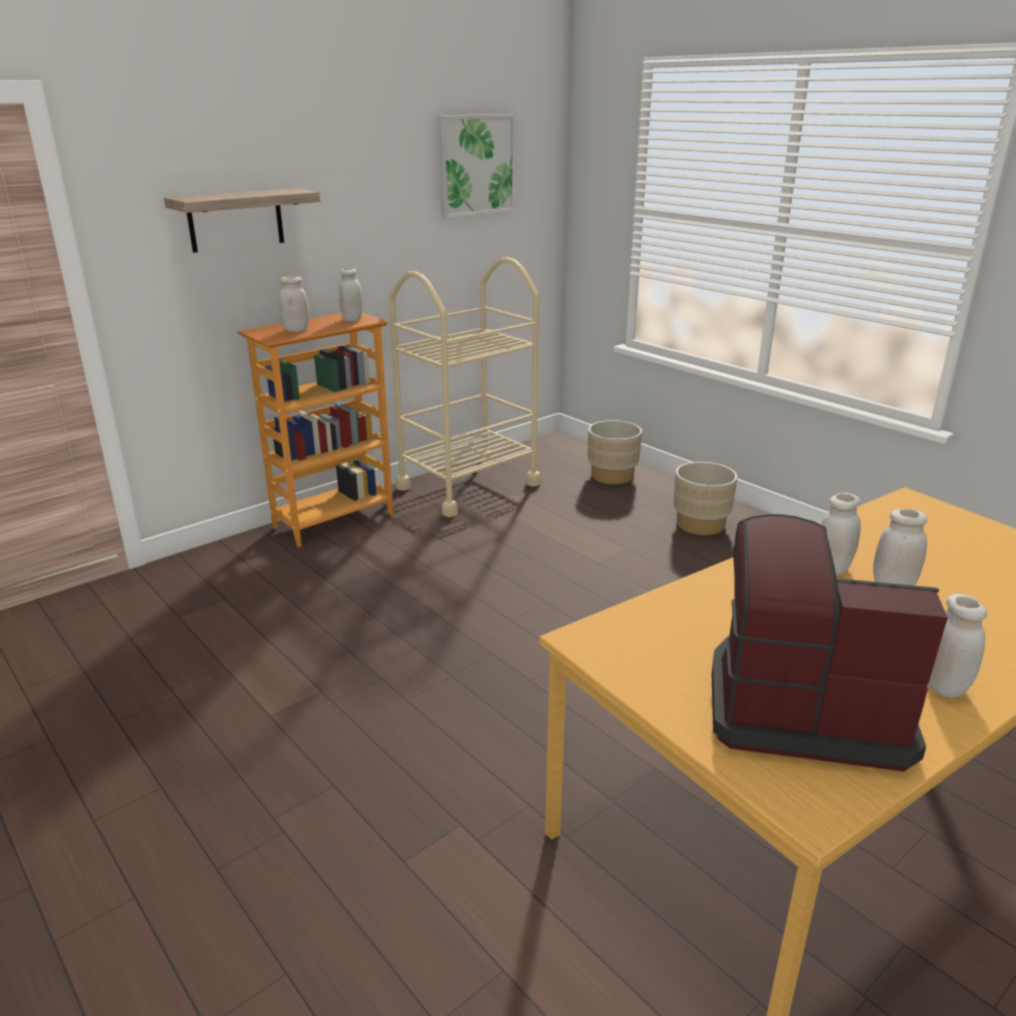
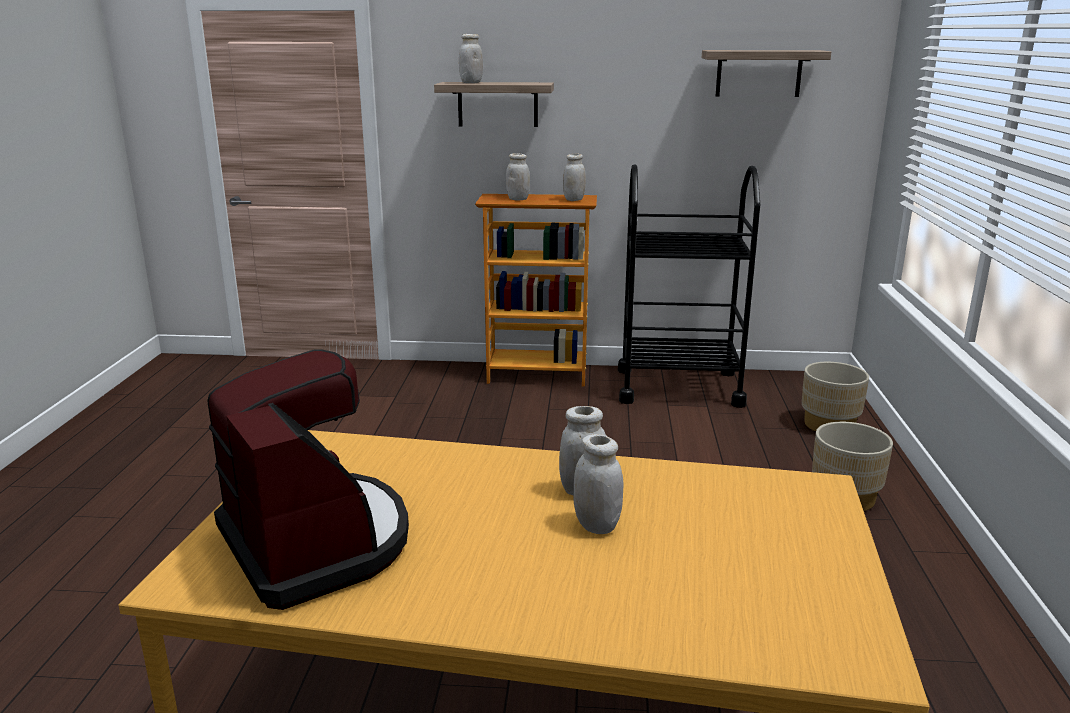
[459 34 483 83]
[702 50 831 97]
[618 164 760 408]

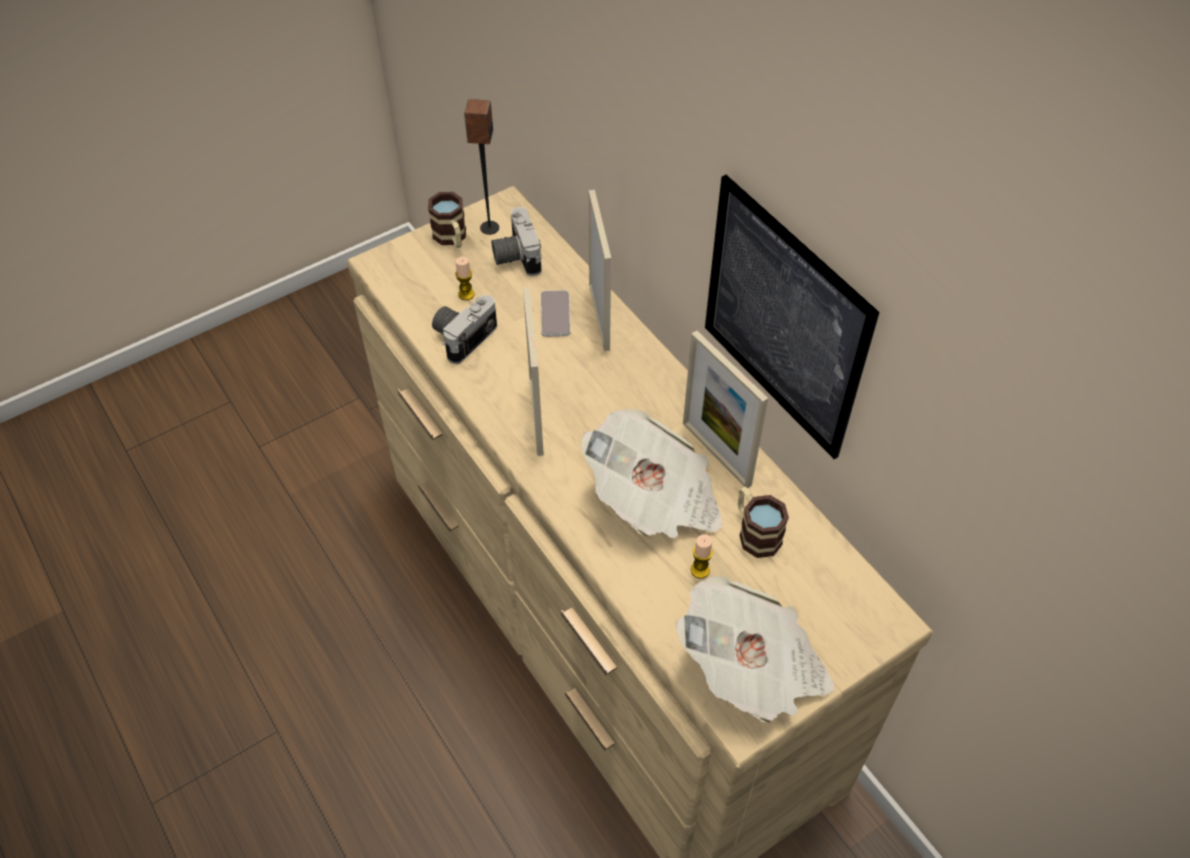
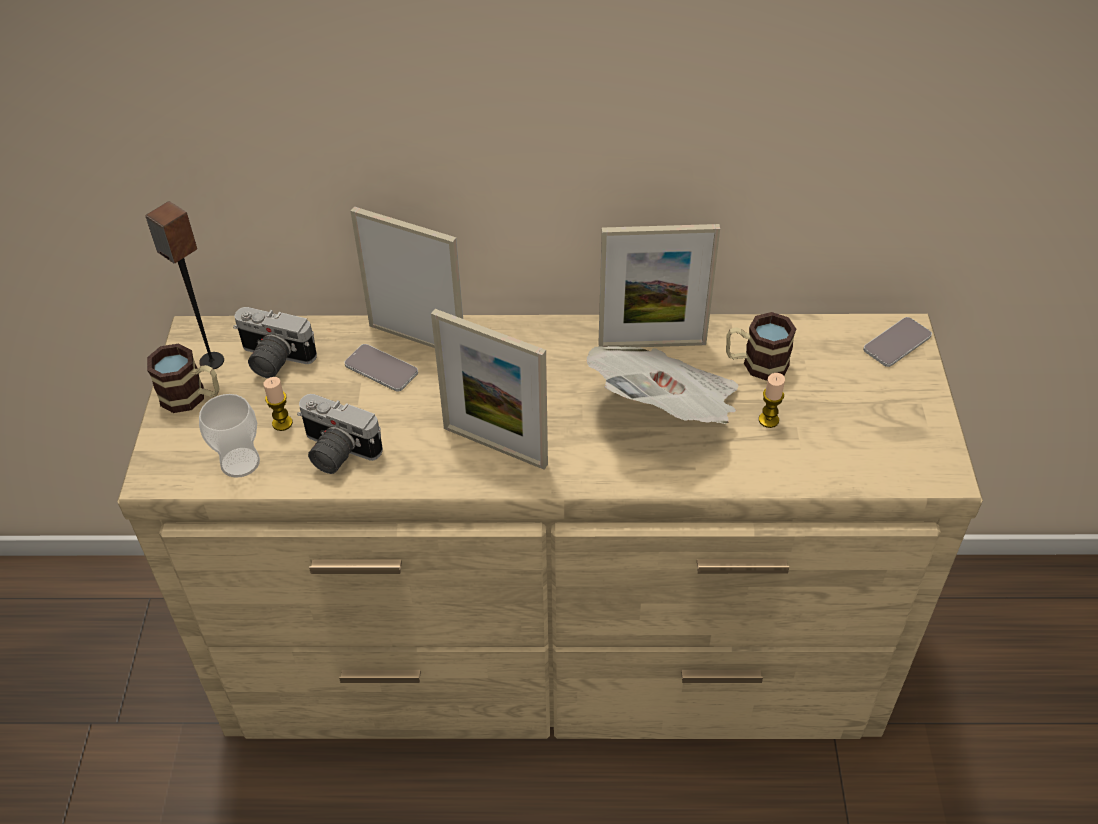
[676 576 834 723] (first image)
[705 175 879 459] (first image)
[199 394 260 478]
[863 317 932 367]
[297 394 383 474]

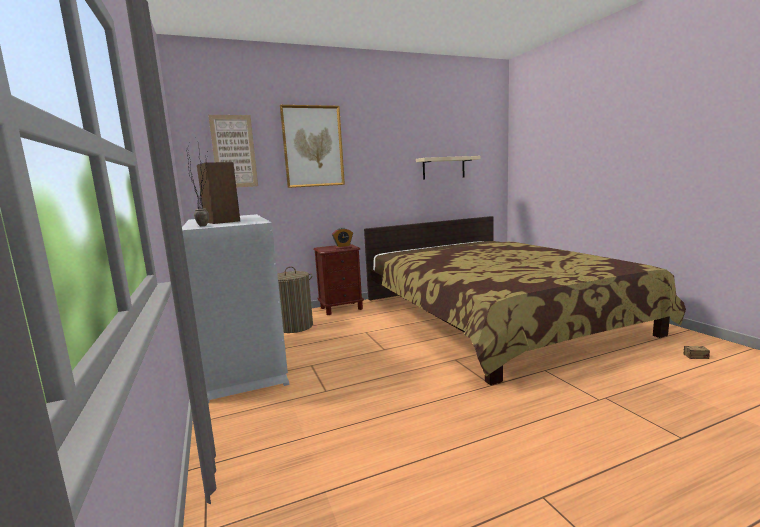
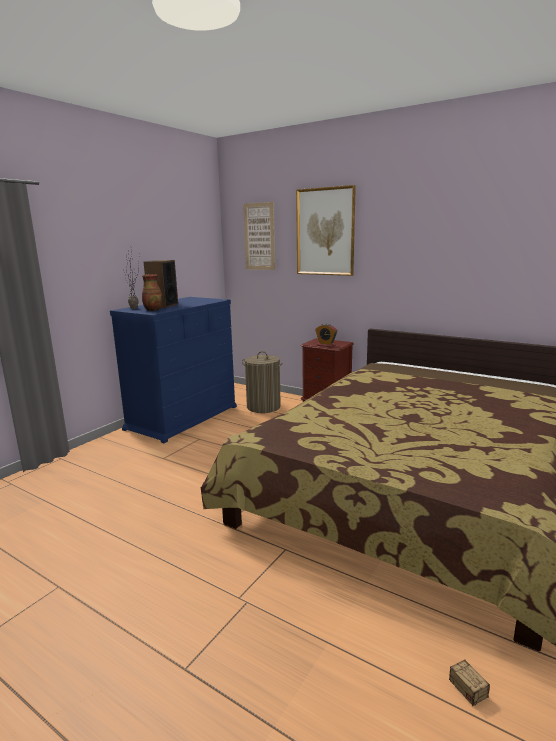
[416 156 480 180] (first image)
[142 274 163 311]
[110 297 237 443]

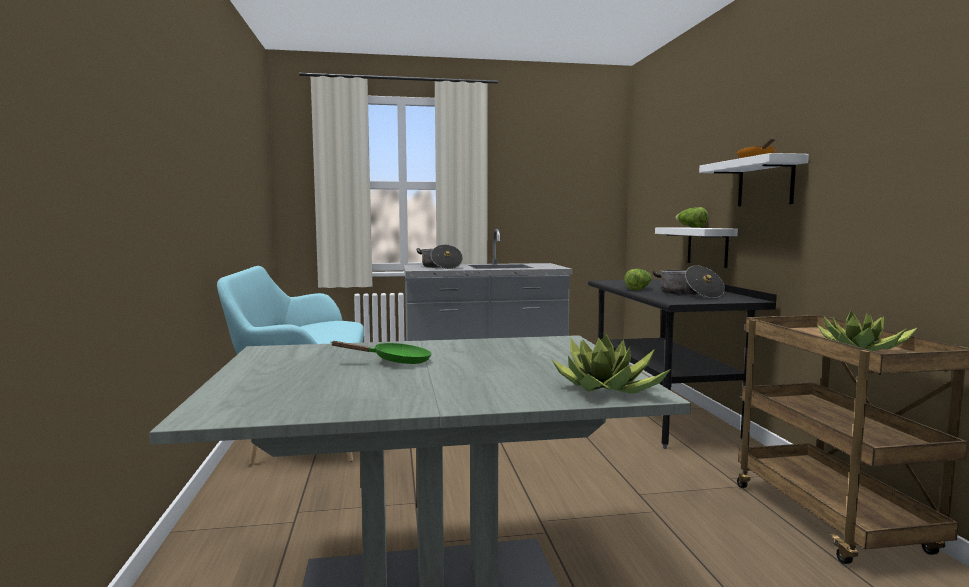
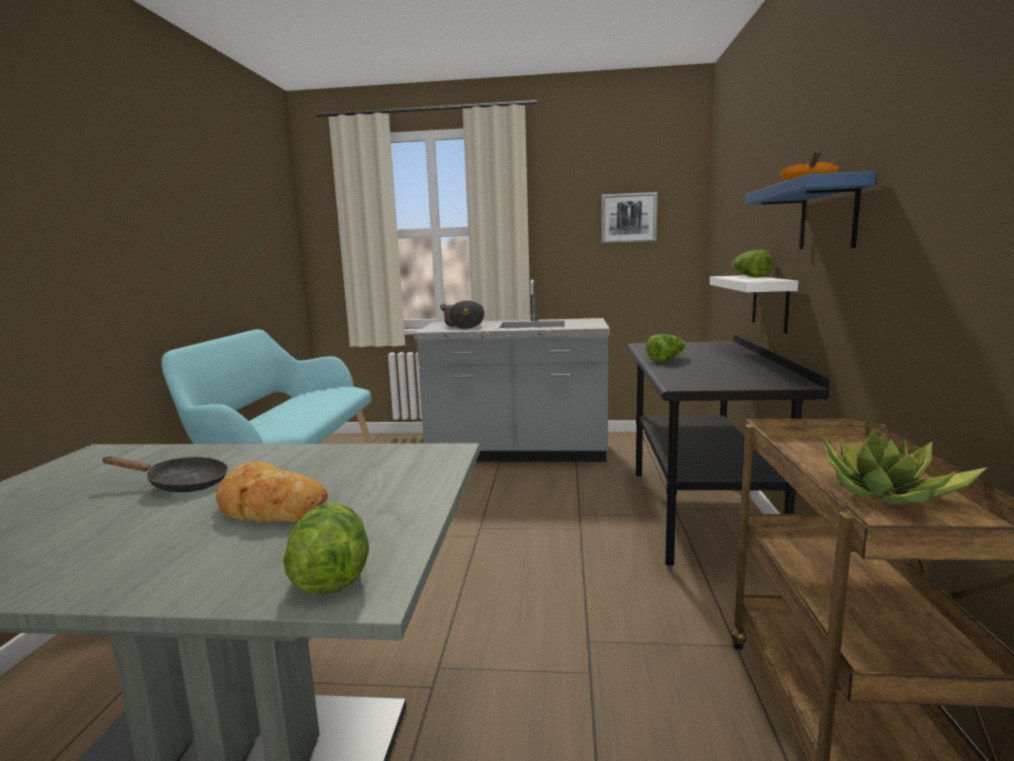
[652 265 725 298] (first image)
[216 462 328 523]
[601 192 658 243]
[283 503 369 595]
[103 456 228 492]
[745 171 876 249]

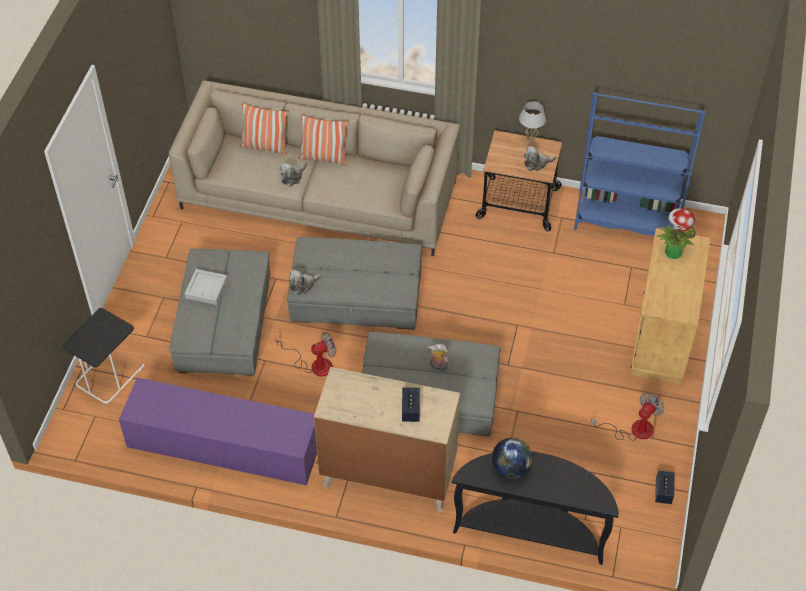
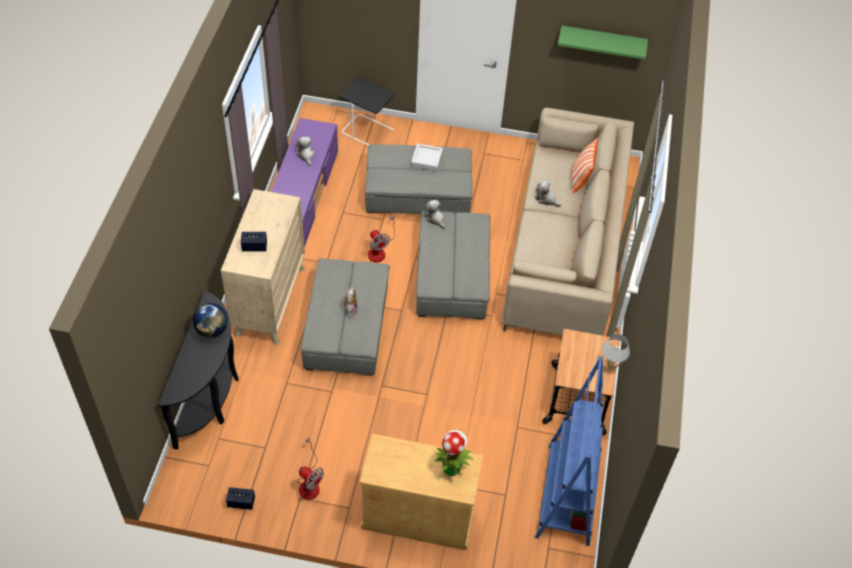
[299 114 348 165] (first image)
[558 26 648 60]
[295 137 315 166]

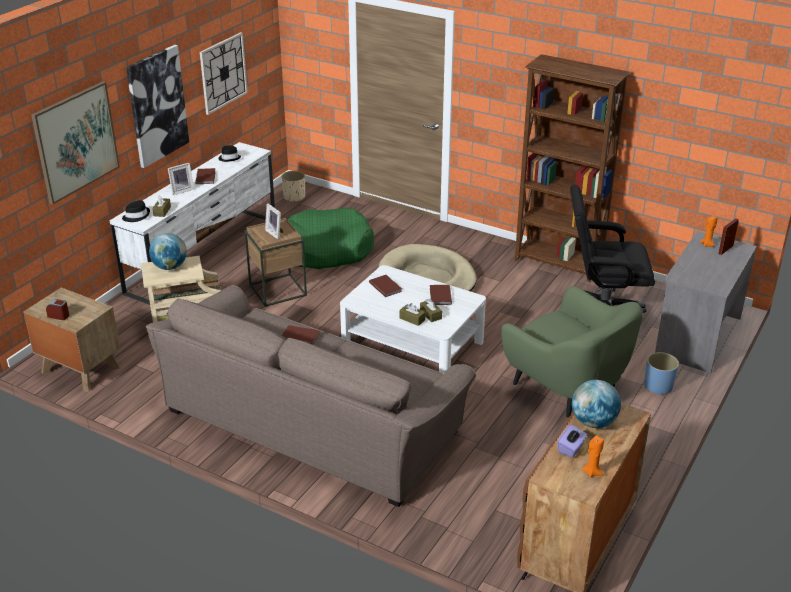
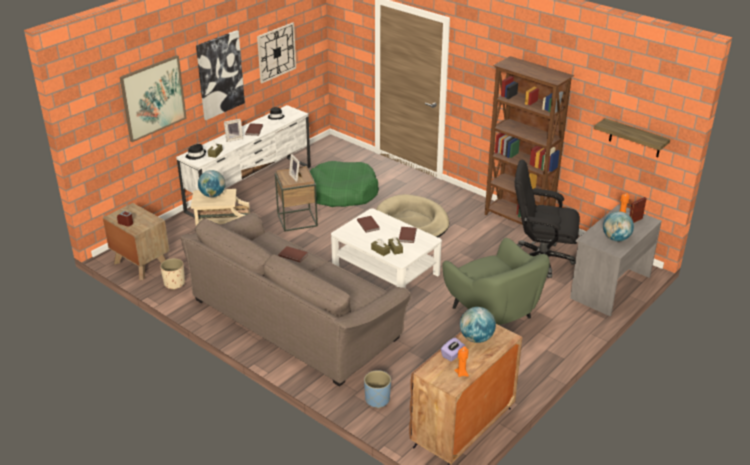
[594 118 670 157]
[603 211 634 241]
[160 258 185 290]
[364 370 391 408]

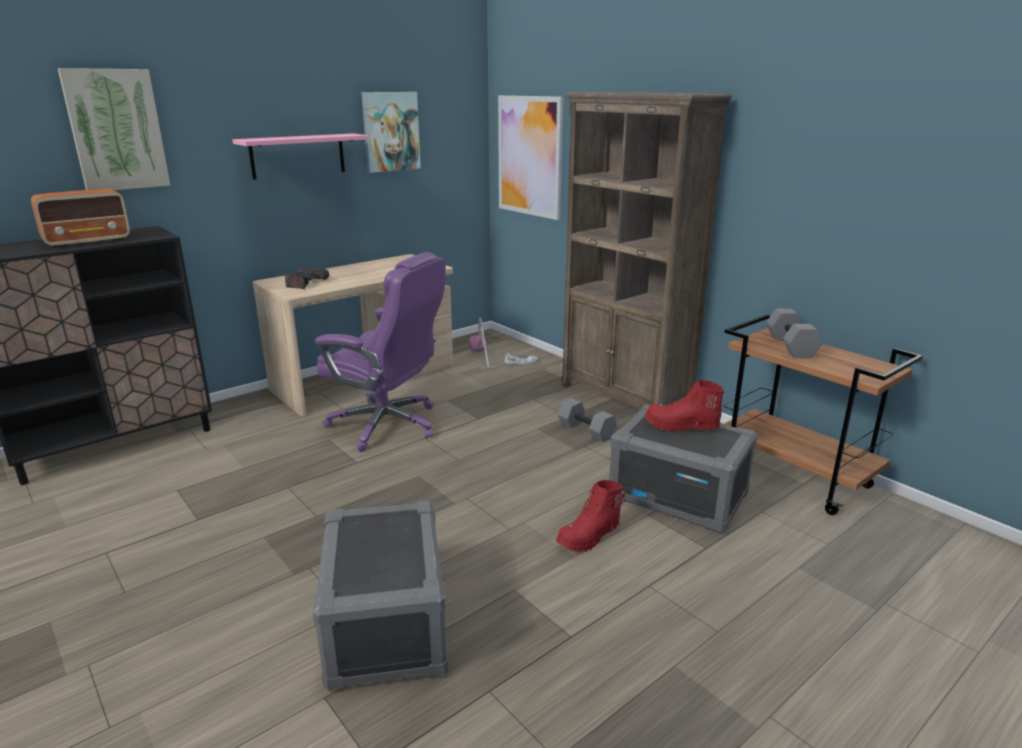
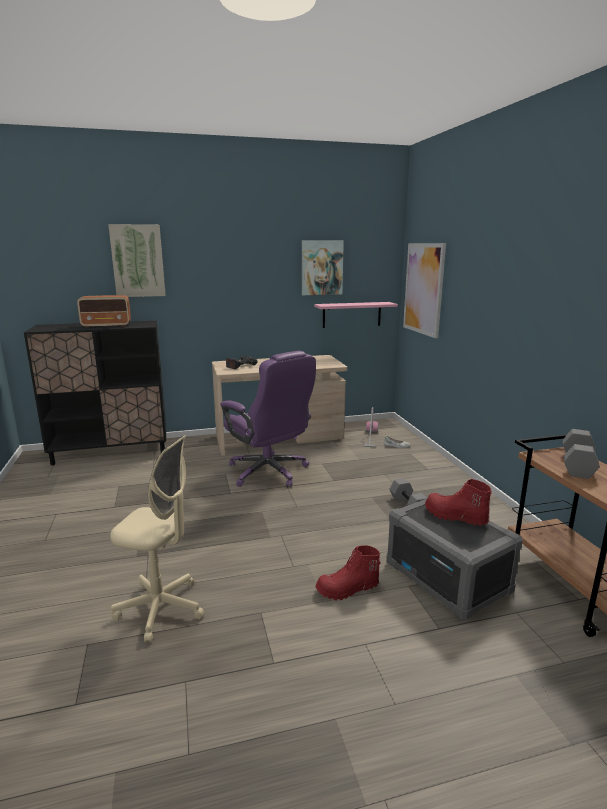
[561 92 732 409] (first image)
[314 302 398 328]
[110 435 204 643]

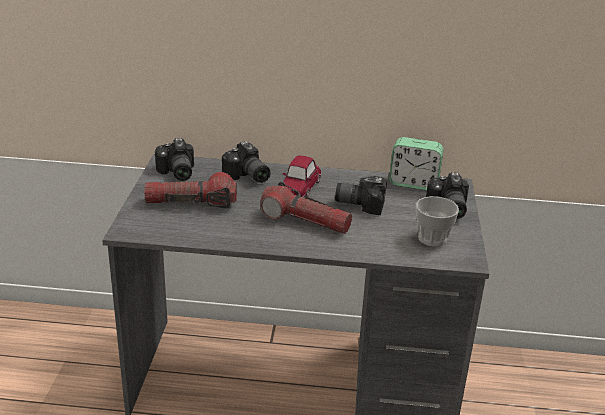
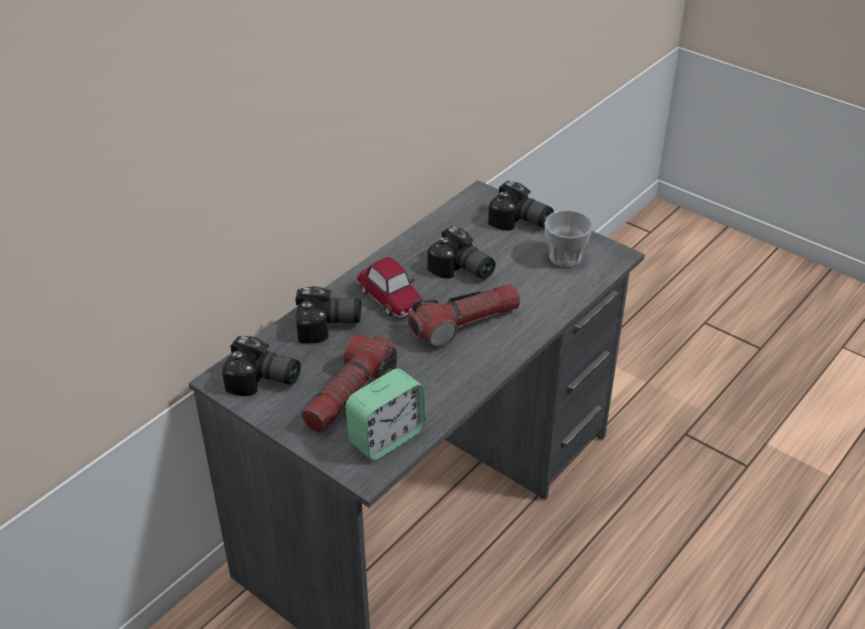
[345 368 425 461]
[427 226 496 279]

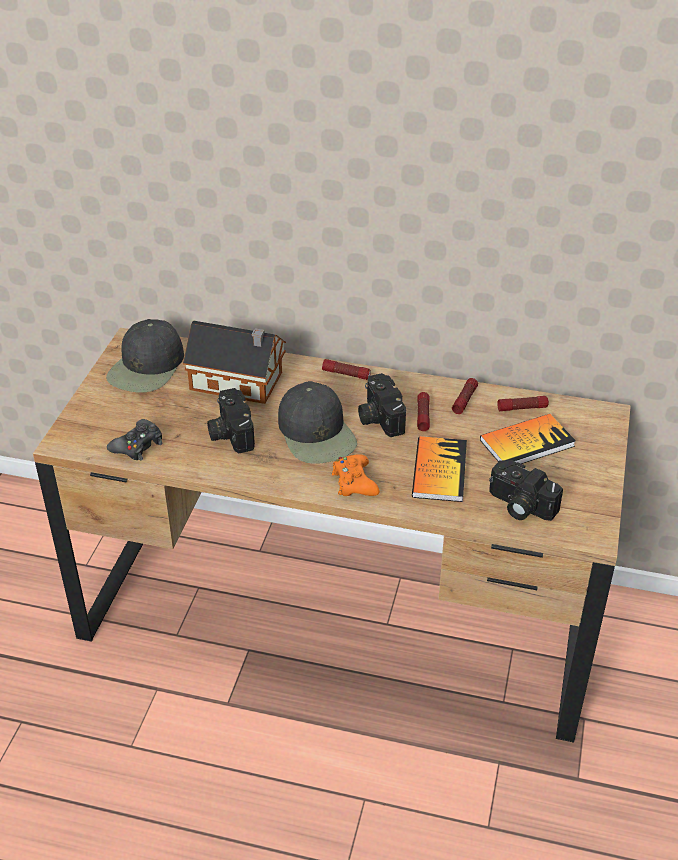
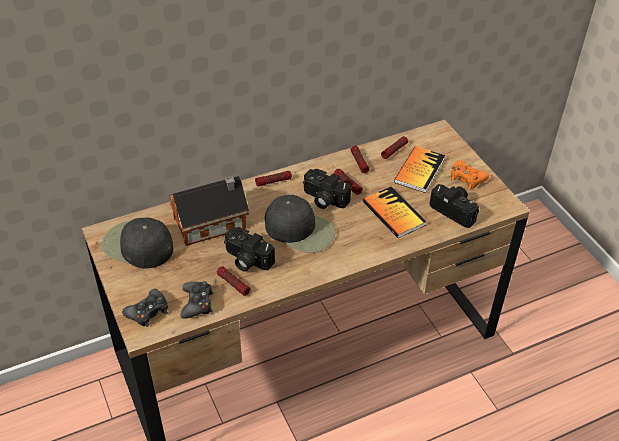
[122 289 168 327]
[217 266 250 296]
[451 160 489 189]
[101 217 173 269]
[429 184 479 228]

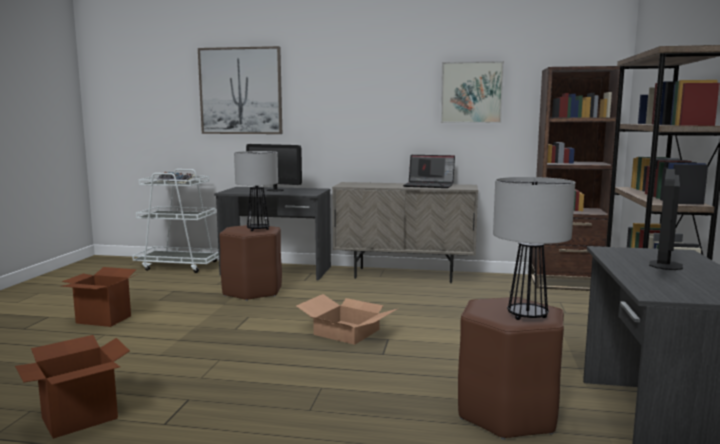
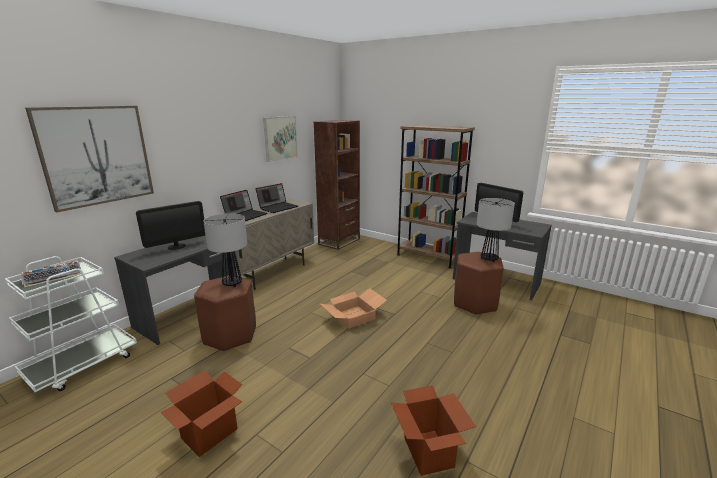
[220 190 267 221]

